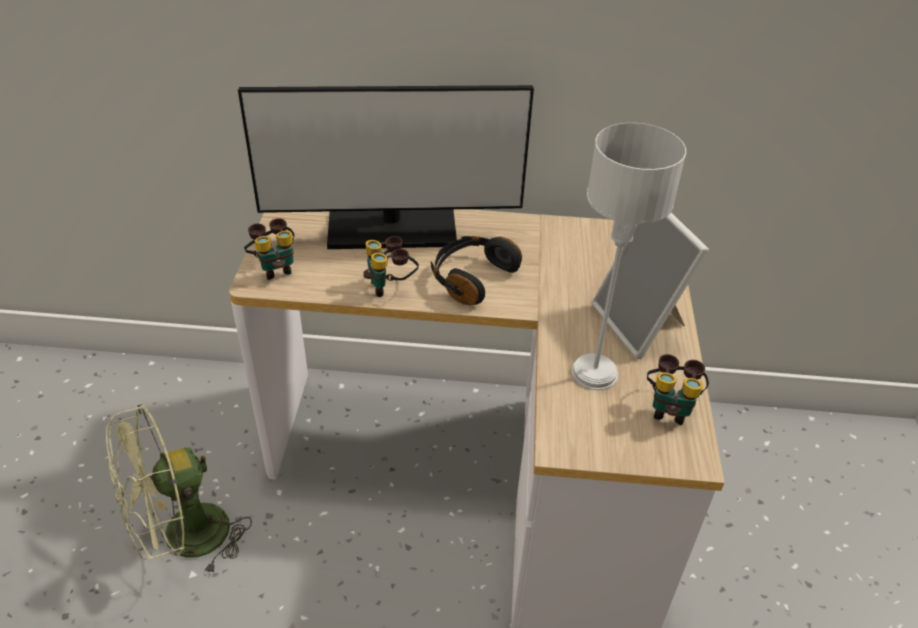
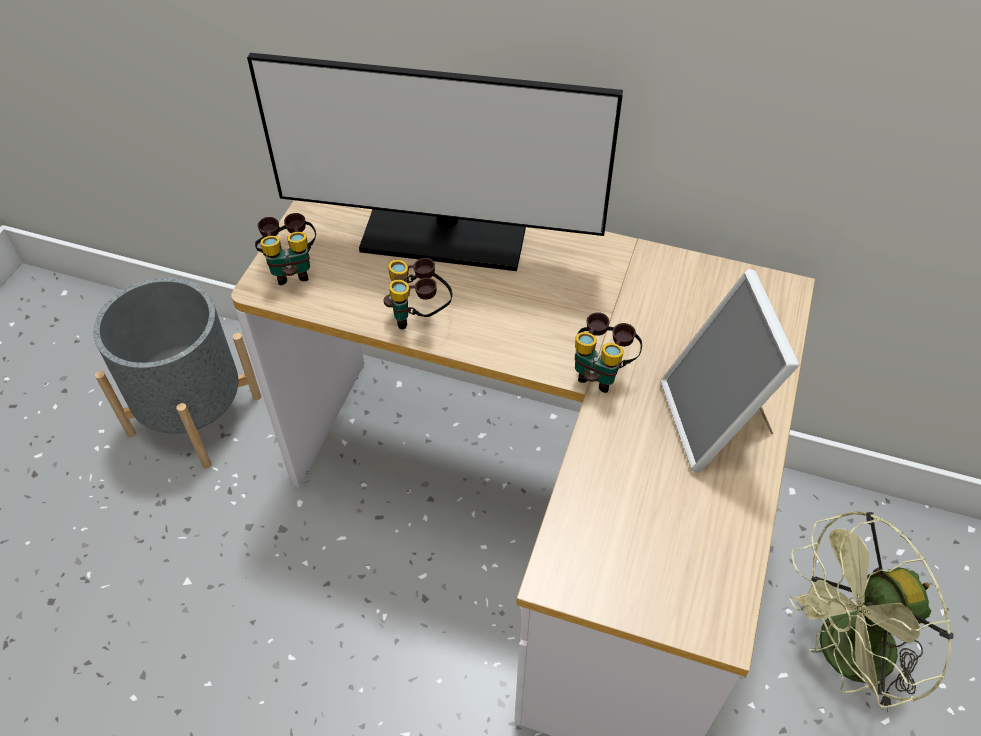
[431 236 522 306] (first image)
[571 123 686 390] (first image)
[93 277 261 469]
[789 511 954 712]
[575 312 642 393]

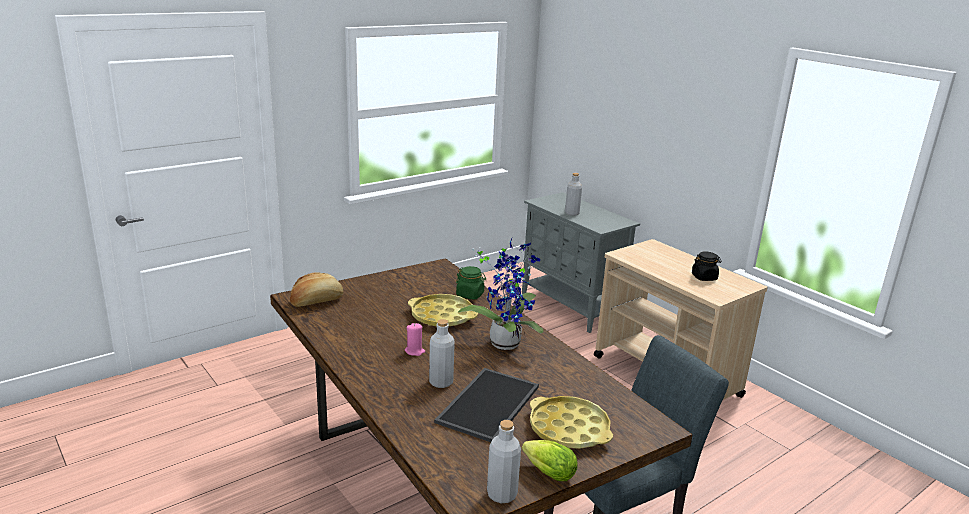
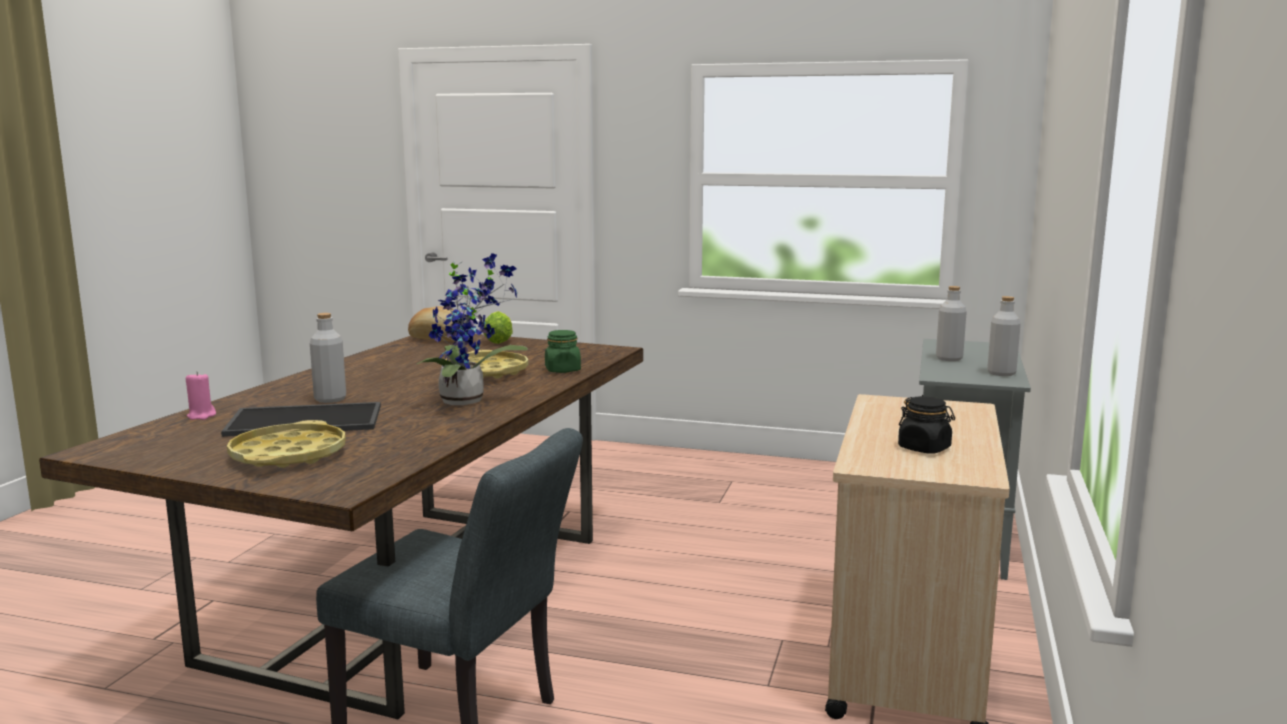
[186 372 216 420]
[987 296 1021 376]
[482 311 513 344]

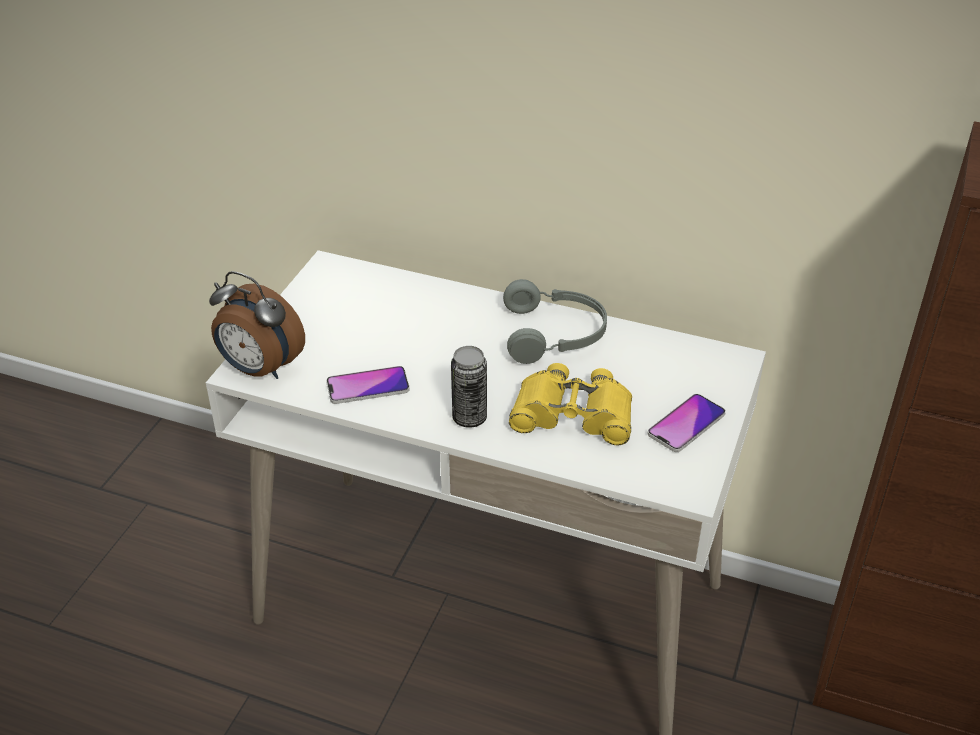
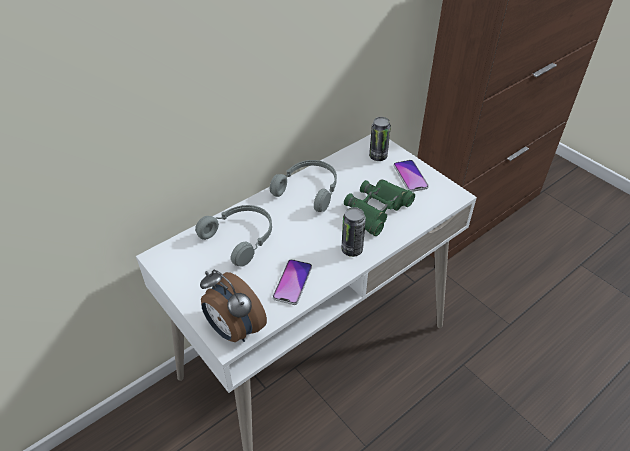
[195 205 272 267]
[369 117 391 161]
[344 180 415 236]
[200 270 267 342]

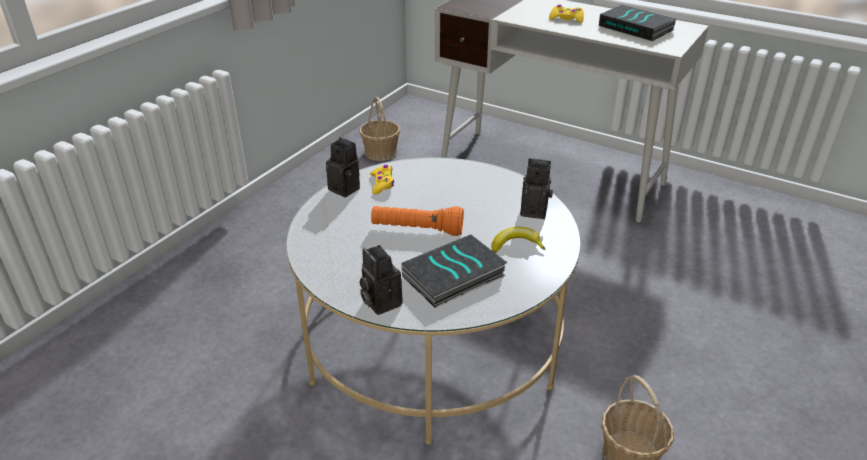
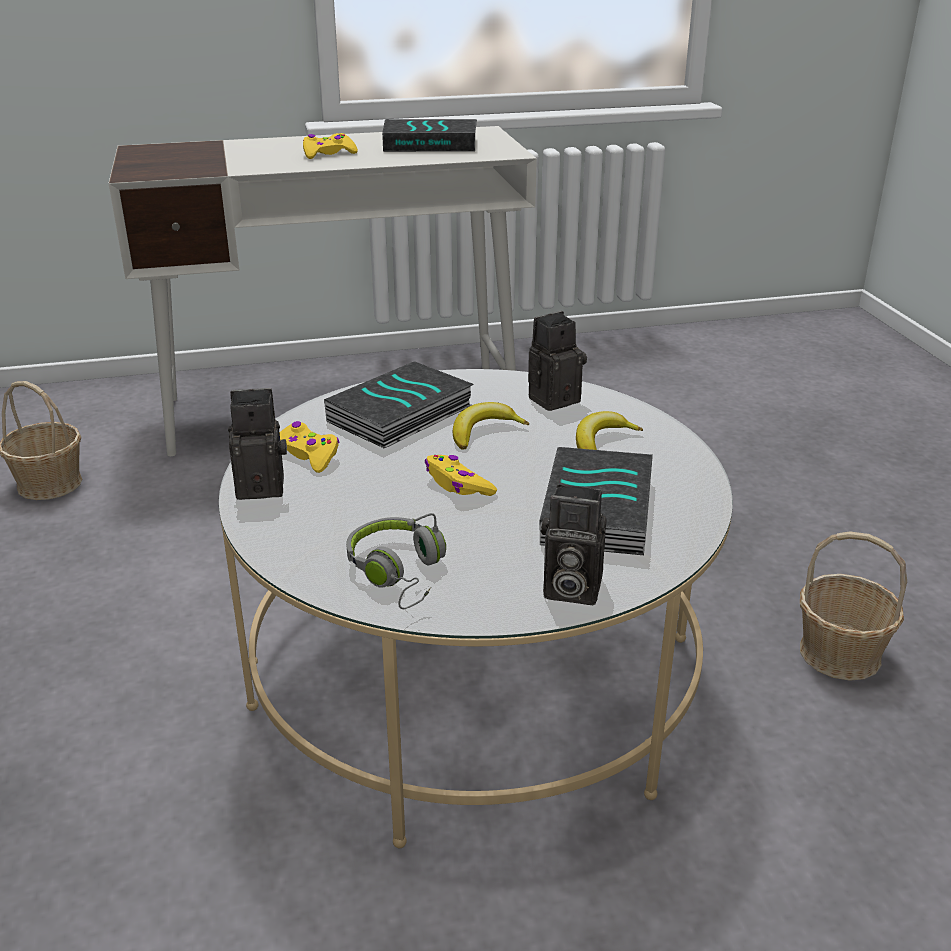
[324 361 474 449]
[346 513 446 609]
[453 402 529 450]
[425 455 497 496]

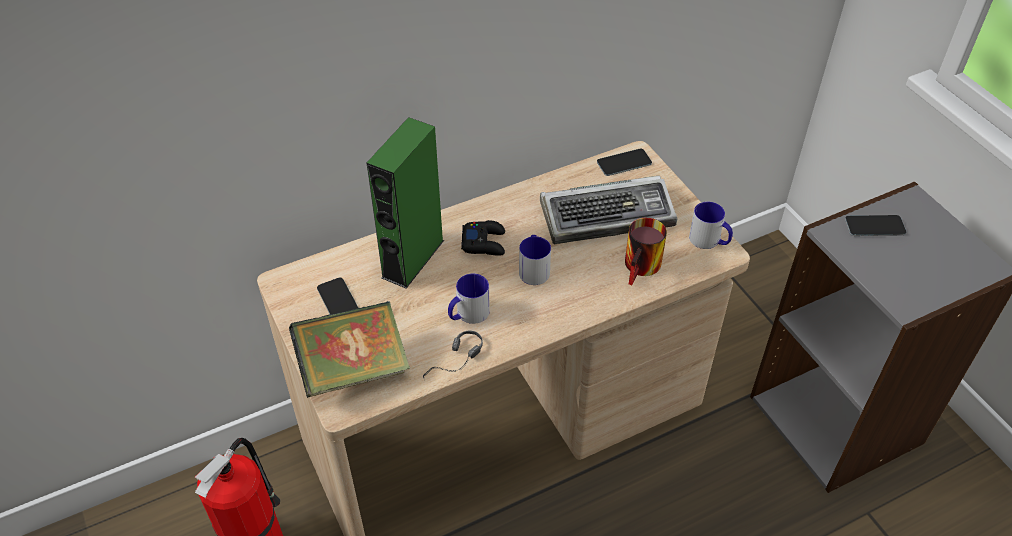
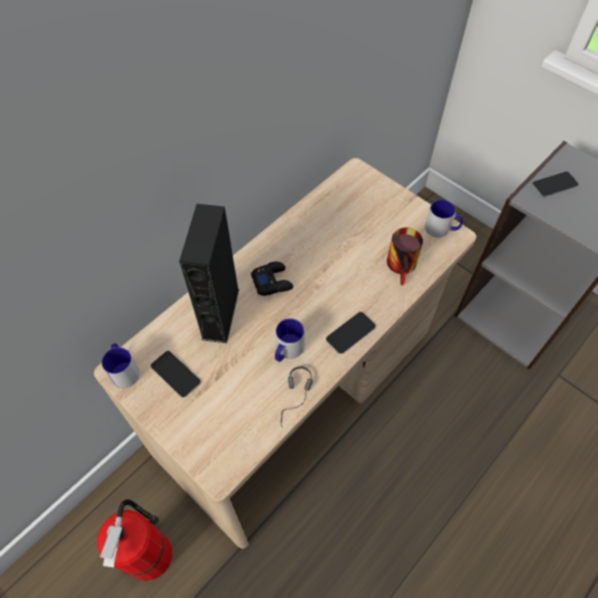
[289 301 410 398] (first image)
[540 176 677 244] (first image)
[102 343 140 388]
[326 312 376 354]
[179 204 239 343]

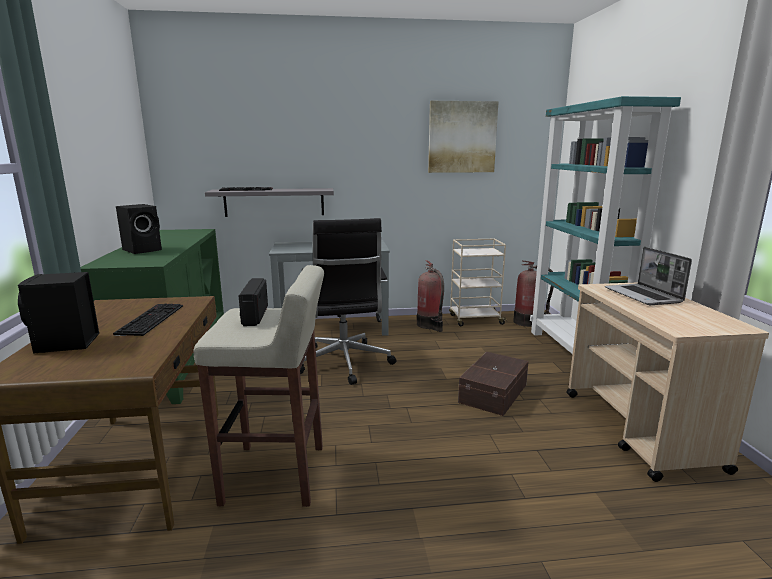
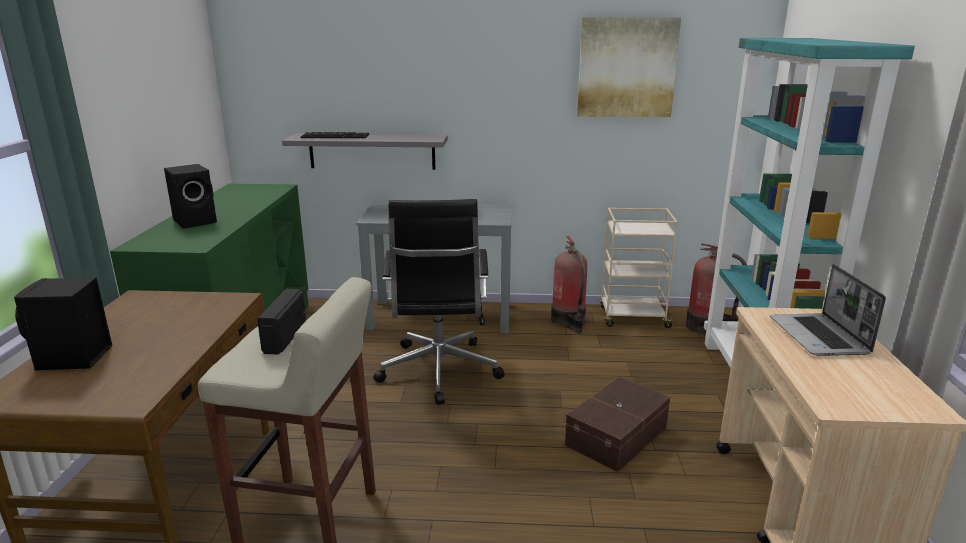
[113 304 183 336] (first image)

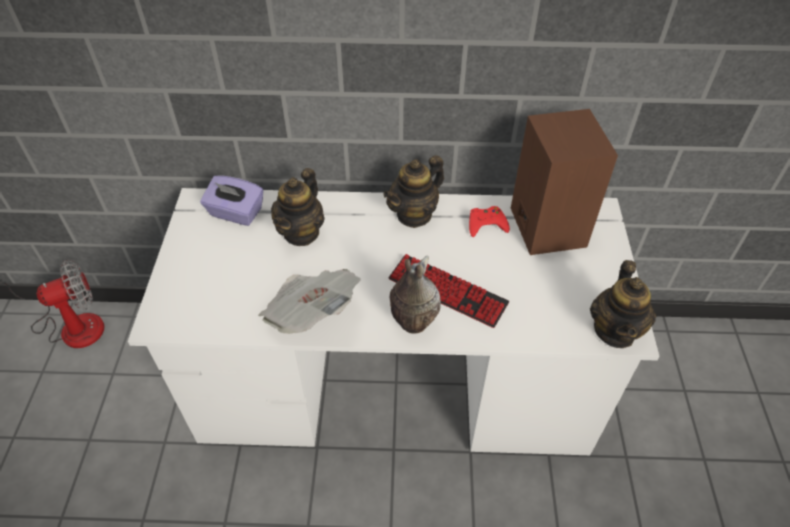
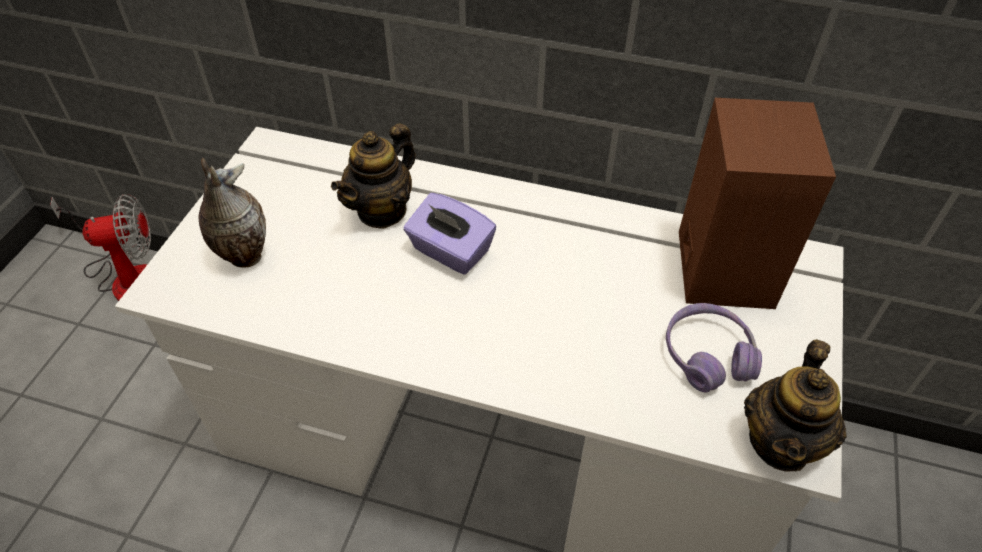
[258 269 361 334] (first image)
[383 155 444 228] (first image)
[388 254 509 328] (first image)
[469 206 510 237] (first image)
[666 303 762 393]
[404 193 496 275]
[199 158 266 268]

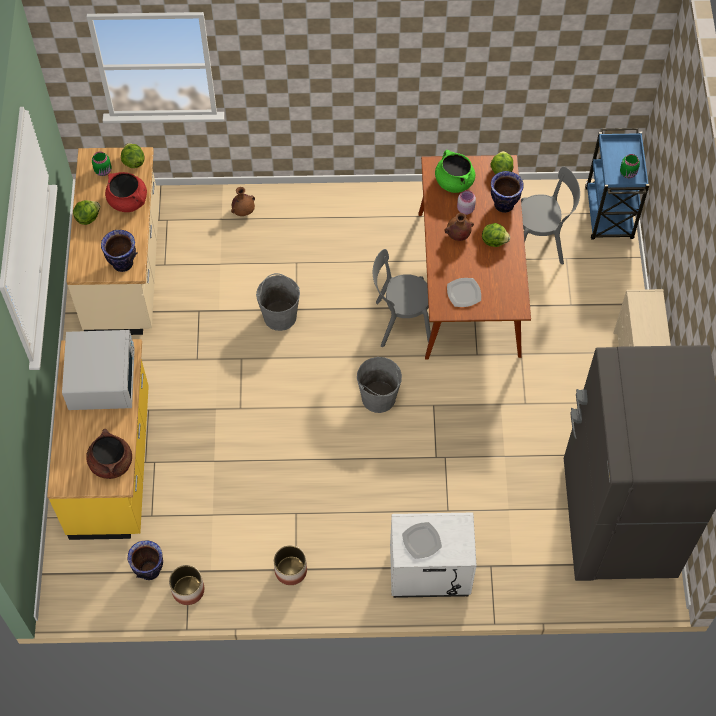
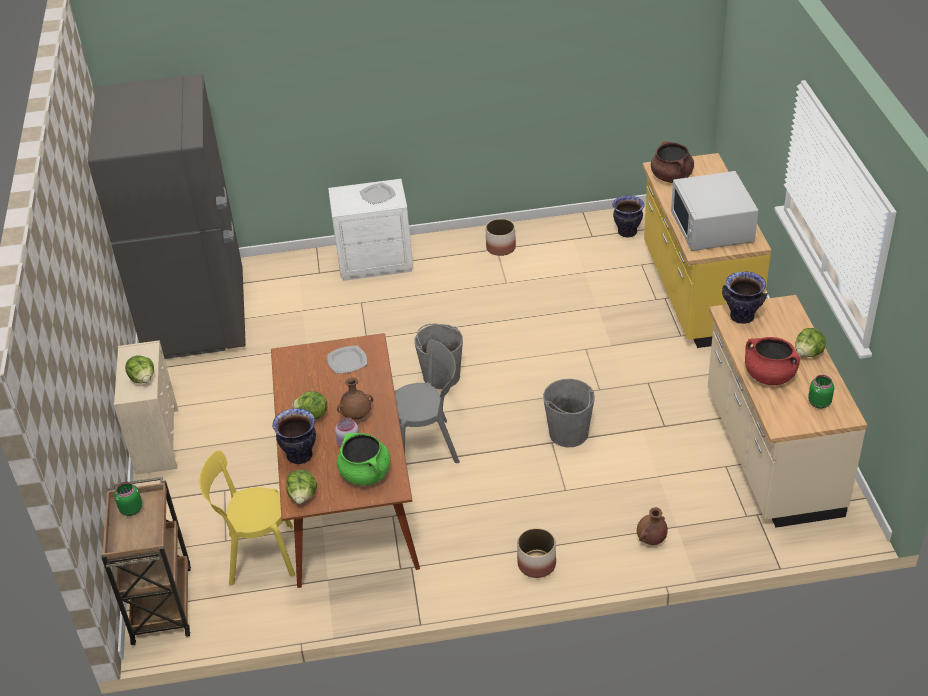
[125 355 154 383]
[517 528 556 578]
[200 450 295 586]
[101 477 191 645]

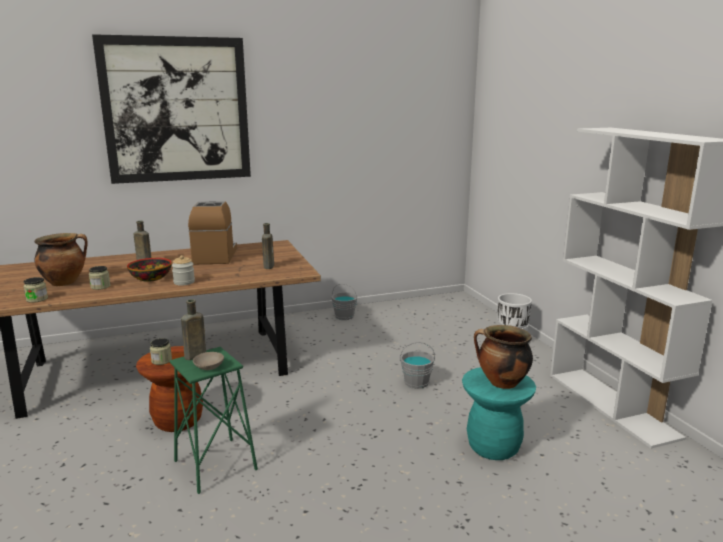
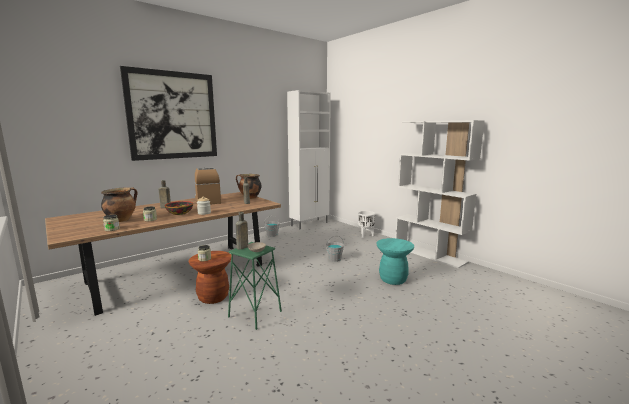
[287 90 331 229]
[236 174 261 199]

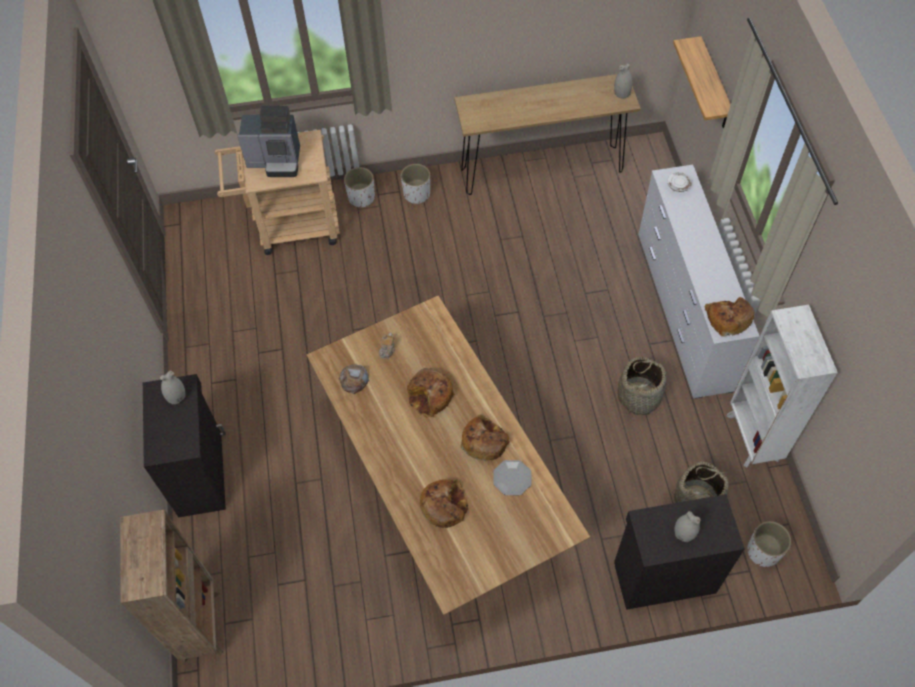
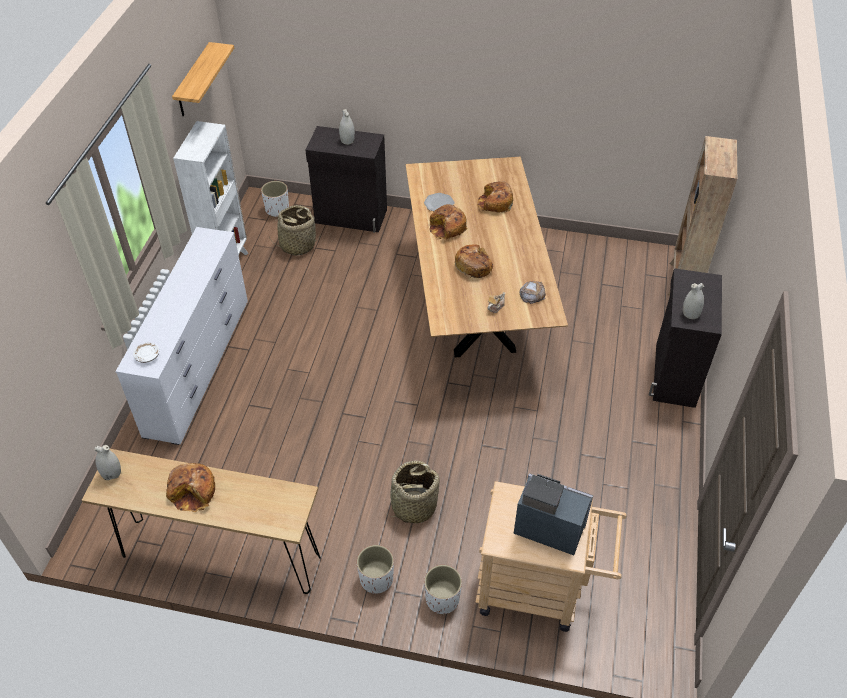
[385 461 440 523]
[172 42 234 116]
[166 463 215 512]

